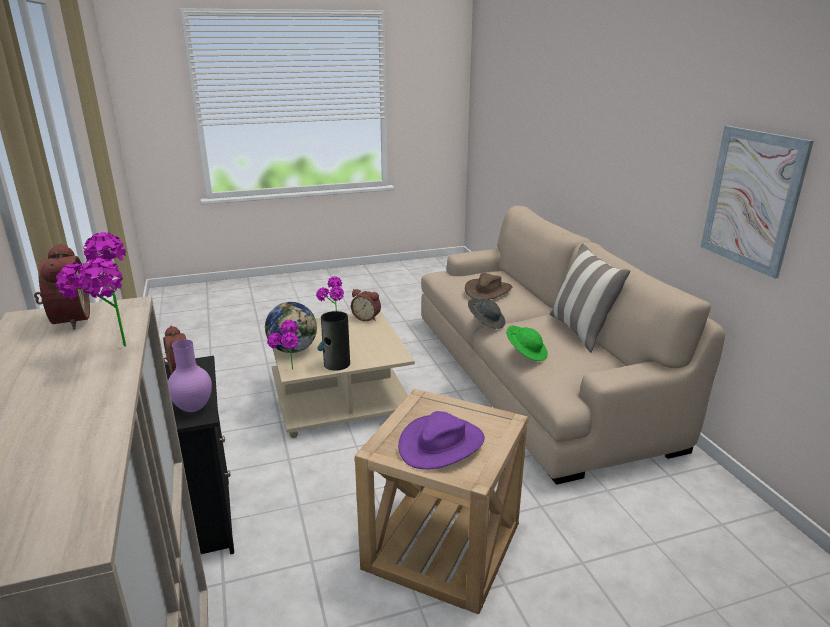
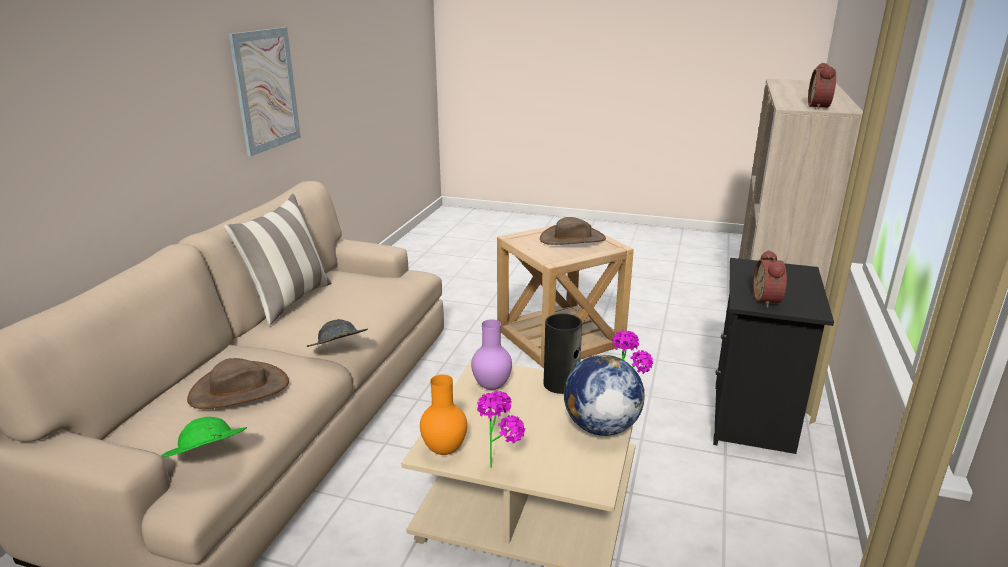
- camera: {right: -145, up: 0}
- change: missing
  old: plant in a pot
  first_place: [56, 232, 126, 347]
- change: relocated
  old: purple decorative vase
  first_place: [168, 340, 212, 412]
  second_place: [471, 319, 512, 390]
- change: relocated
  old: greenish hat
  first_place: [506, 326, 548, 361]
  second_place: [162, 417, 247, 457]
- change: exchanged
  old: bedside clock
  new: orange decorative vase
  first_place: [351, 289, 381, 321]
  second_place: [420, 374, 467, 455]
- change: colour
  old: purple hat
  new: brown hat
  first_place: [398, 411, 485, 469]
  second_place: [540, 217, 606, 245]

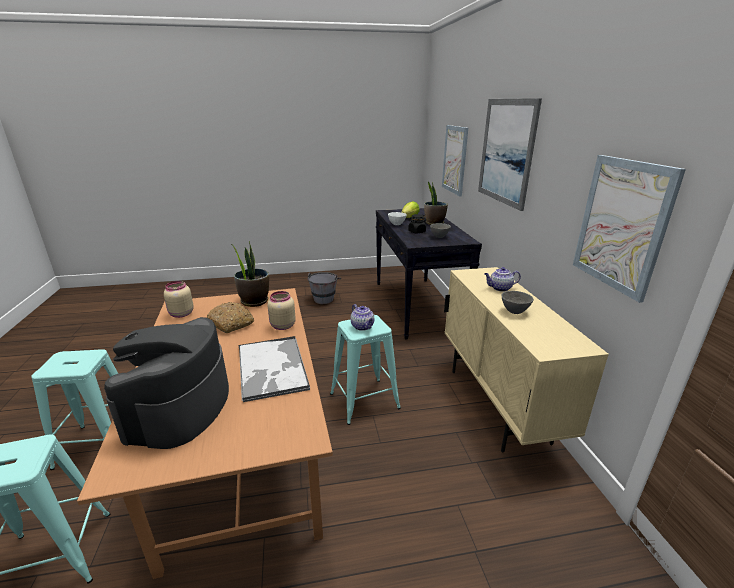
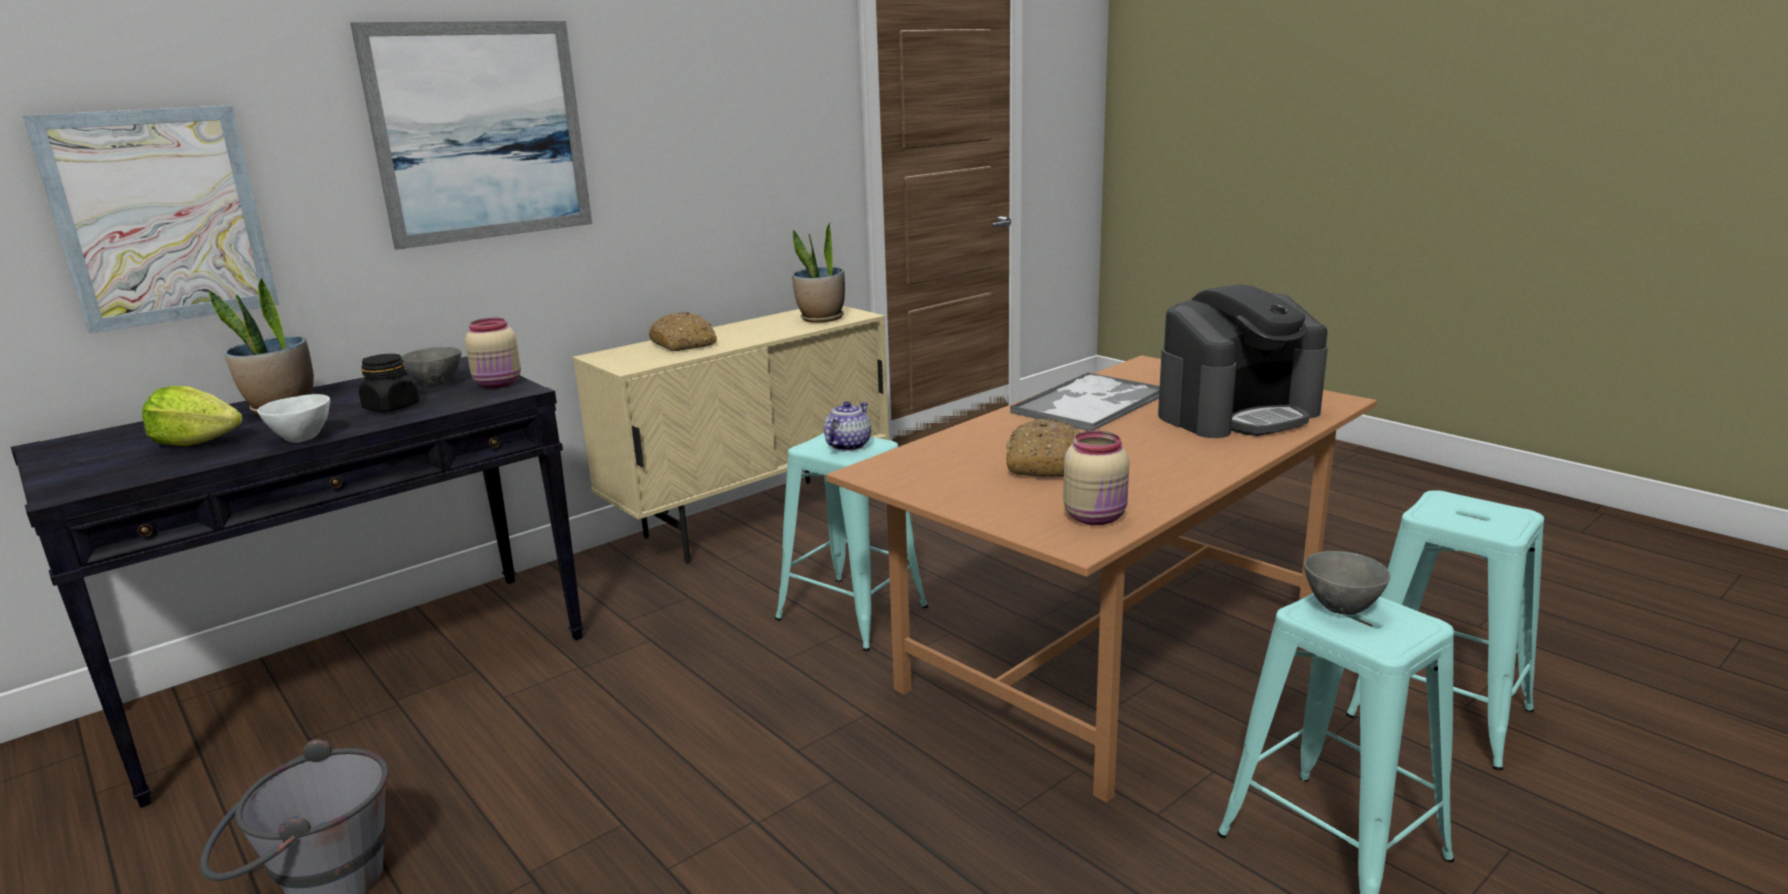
- camera: {right: -120, up: -5}
- change: missing
  old: wall art
  first_place: [573, 155, 686, 303]
- change: relocated
  old: plant in a pot
  first_place: [230, 241, 269, 307]
  second_place: [792, 223, 845, 323]
- change: relocated
  old: beige jar
  first_place: [267, 291, 296, 330]
  second_place: [465, 318, 521, 388]
- change: relocated
  old: gray serving bowl
  first_place: [502, 291, 534, 314]
  second_place: [1304, 551, 1390, 615]
- change: exchanged
  old: teapot
  new: baked bread
  first_place: [484, 267, 521, 292]
  second_place: [649, 312, 717, 351]

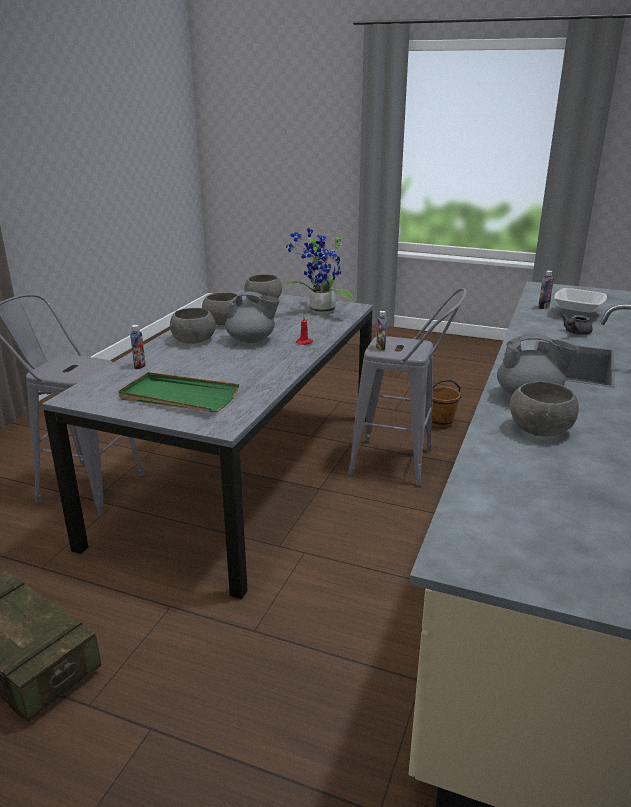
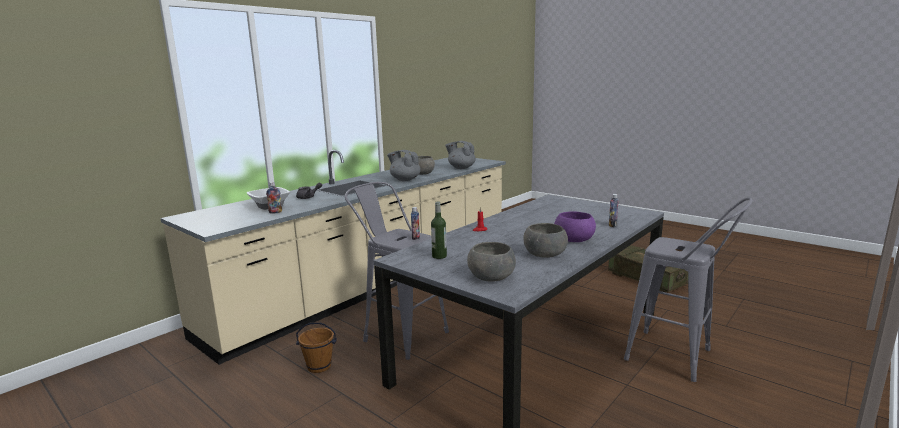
- camera: {right: -160, up: -10}
- change: missing
  old: greenish tray
  first_place: [118, 372, 239, 412]
- change: relocated
  old: gray teapot
  first_place: [225, 291, 280, 343]
  second_place: [445, 141, 476, 169]
- change: exchanged
  old: plant in a pot
  new: beverage bottle
  first_place: [284, 228, 353, 314]
  second_place: [431, 201, 447, 259]
- change: colour
  old: gray serving bowl
  new: purple serving bowl
  first_place: [170, 308, 216, 344]
  second_place: [554, 211, 596, 242]

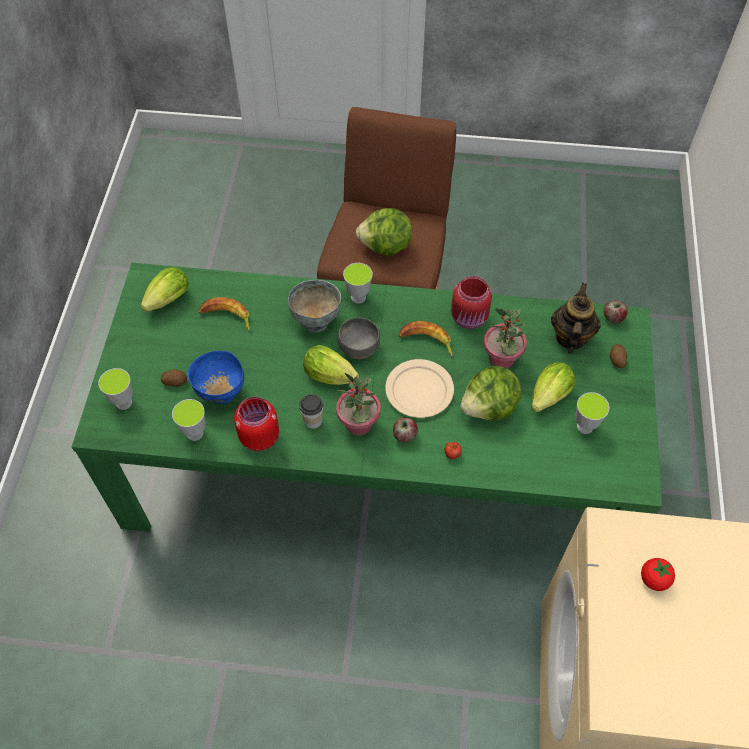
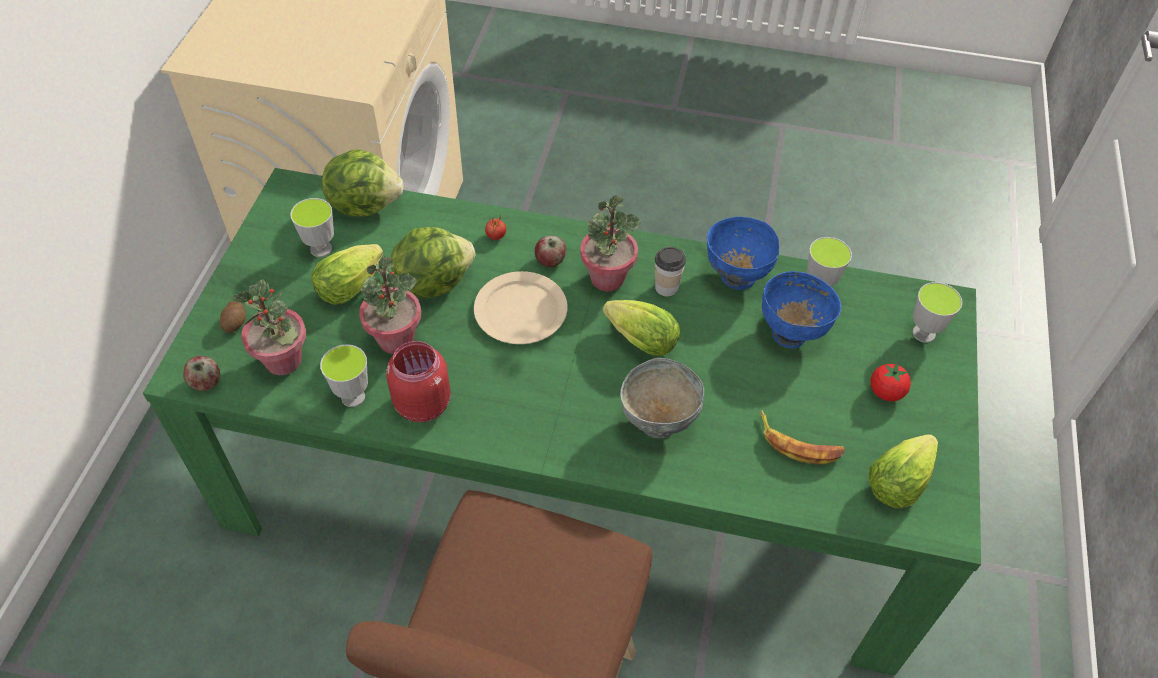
- camera: {right: -175, up: -5}
- change: missing
  old: potato
  first_place: [161, 369, 187, 387]
- change: missing
  old: gray serving bowl
  first_place: [338, 318, 380, 360]
- change: missing
  old: whole banana
  first_place: [399, 321, 453, 356]
- change: relocated
  old: drinking cup
  first_place: [343, 263, 373, 304]
  second_place: [320, 344, 368, 407]
- change: relocated
  old: lettuce head
  first_place: [356, 208, 412, 256]
  second_place: [322, 149, 404, 217]
- change: relocated
  old: whole tomato
  first_place: [641, 558, 675, 591]
  second_place: [870, 363, 911, 401]
- change: exchanged
  old: red jar
  new: bluish serving bowl
  first_place: [234, 397, 279, 451]
  second_place: [707, 216, 780, 290]
- change: exchanged
  old: teapot
  new: plant in a pot
  first_place: [551, 283, 601, 354]
  second_place: [233, 279, 306, 375]

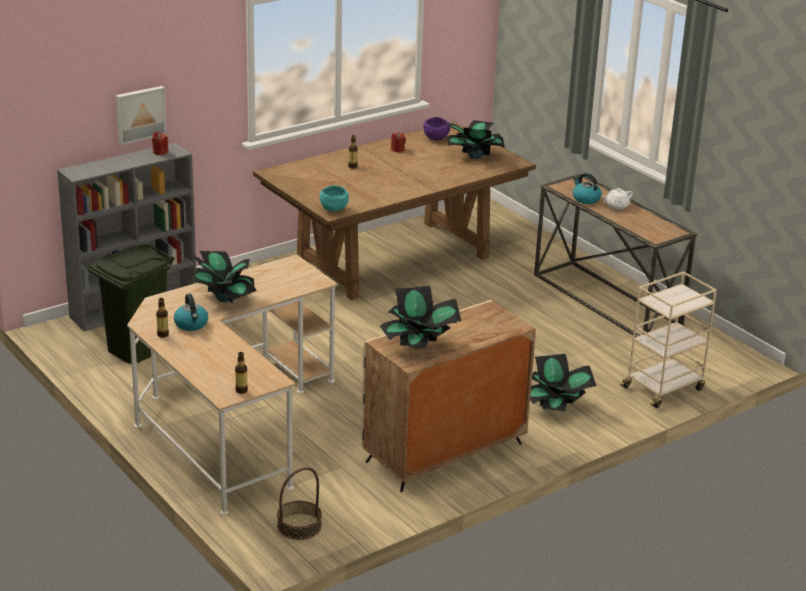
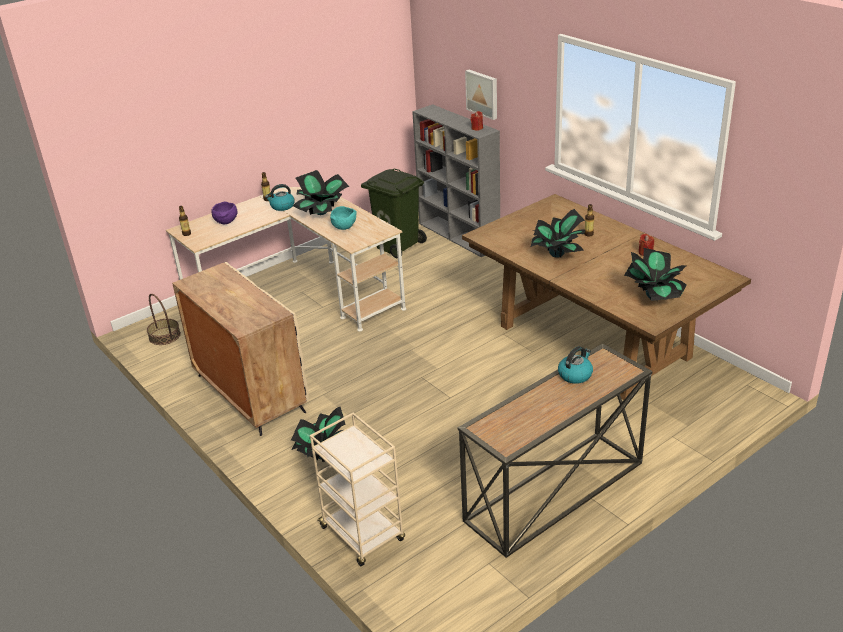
- camera: {right: 90, up: 5}
- change: missing
  old: white-coloured teapot
  first_place: [602, 188, 633, 209]
- change: relocated
  old: turquoise-coloured serving bowl
  first_place: [320, 185, 349, 212]
  second_place: [330, 206, 357, 230]
- change: relocated
  old: plant in a pot
  first_place: [380, 286, 461, 349]
  second_place: [530, 209, 585, 258]
- change: relocated
  old: purple serving bowl
  first_place: [423, 117, 451, 140]
  second_place: [211, 202, 238, 224]

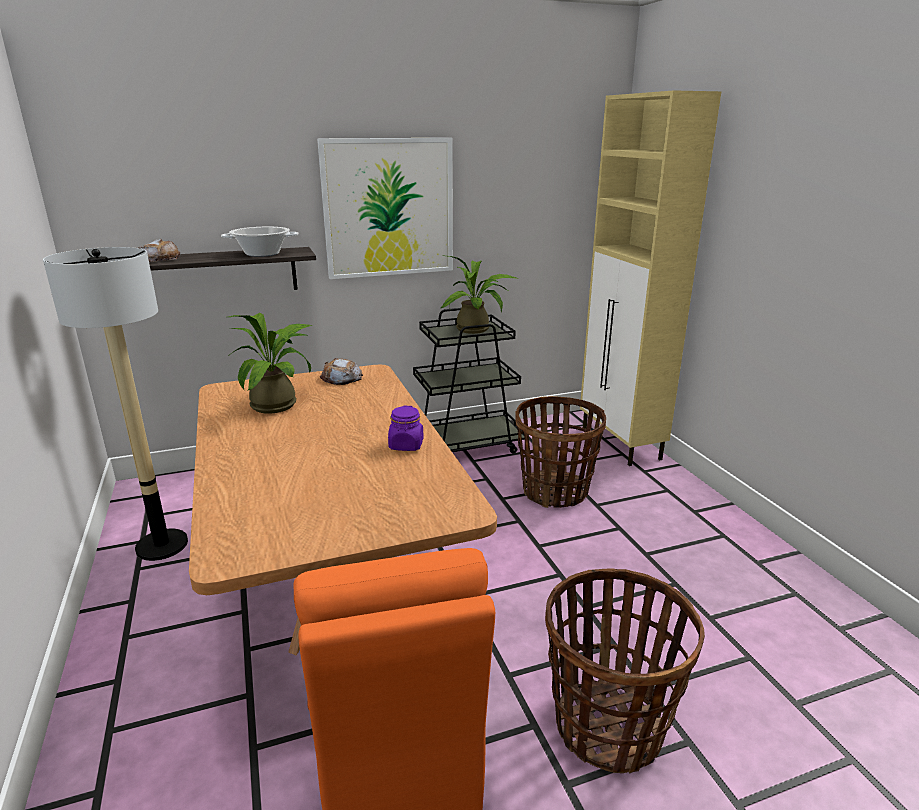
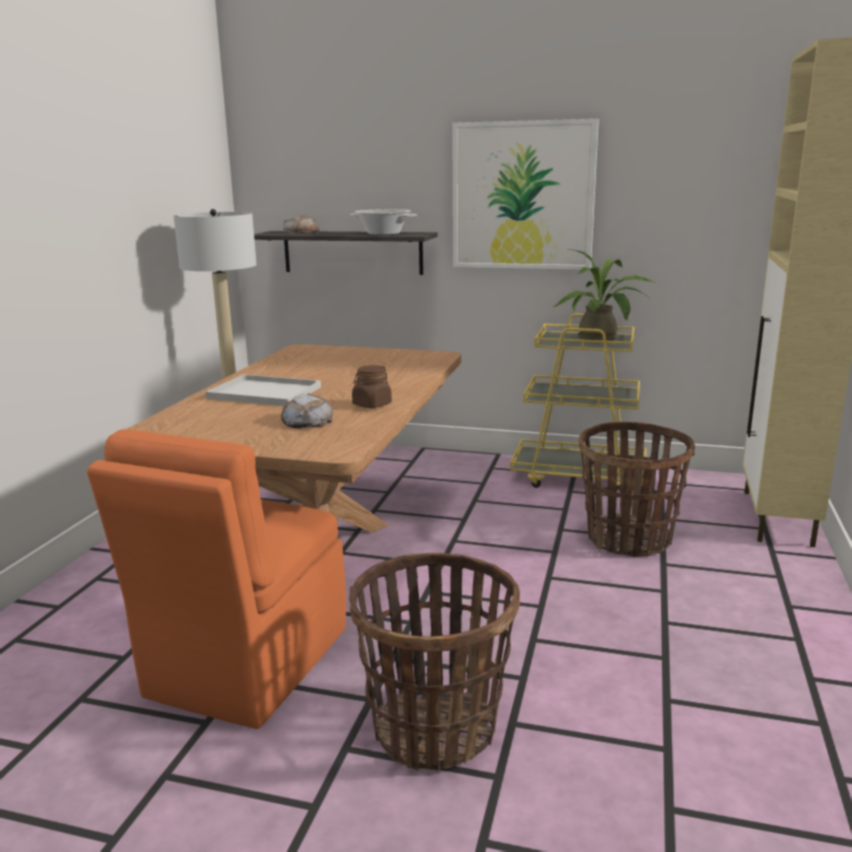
- camera: {right: 35, up: -5}
- change: missing
  old: plant in a pot
  first_place: [228, 313, 313, 414]
- change: appeared
  new: white-coloured tray
  second_place: [205, 374, 321, 406]
- change: relocated
  old: baked bread
  first_place: [320, 358, 363, 385]
  second_place: [281, 393, 333, 429]
- change: colour
  old: purple jar
  new: brown jar
  first_place: [388, 406, 424, 451]
  second_place: [352, 365, 392, 408]
- change: colour
  old: black wheeled cart
  new: yellow-coloured wheeled cart
  first_place: [413, 308, 525, 454]
  second_place: [510, 314, 647, 488]

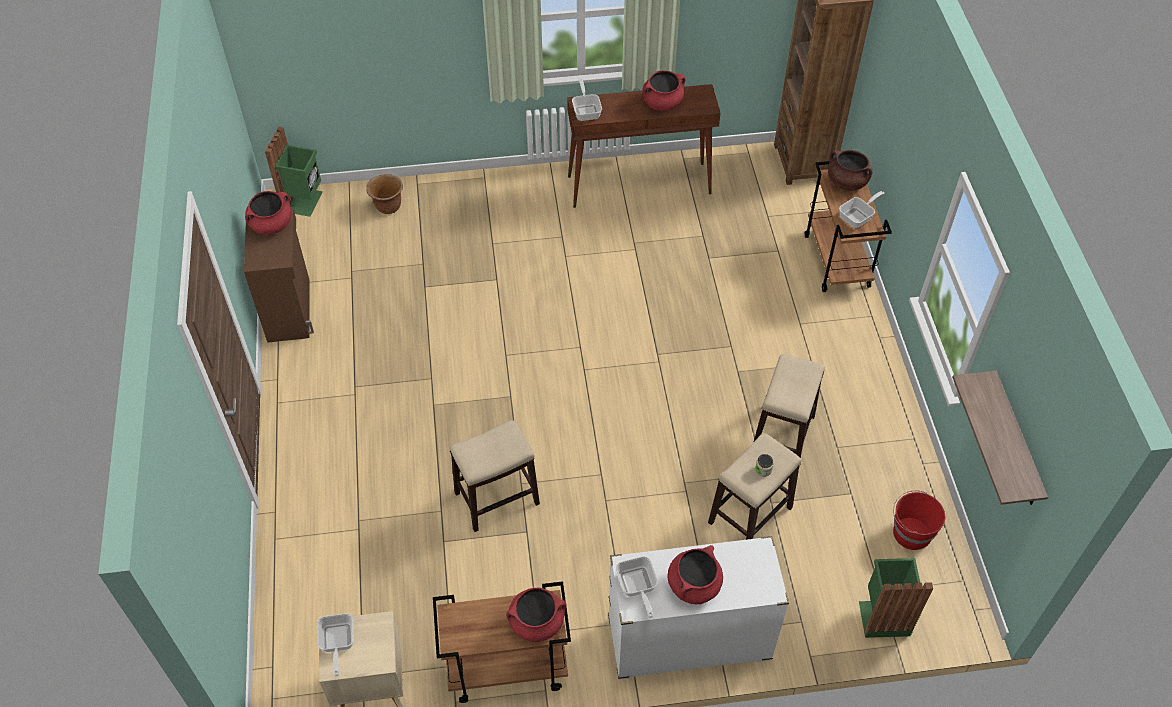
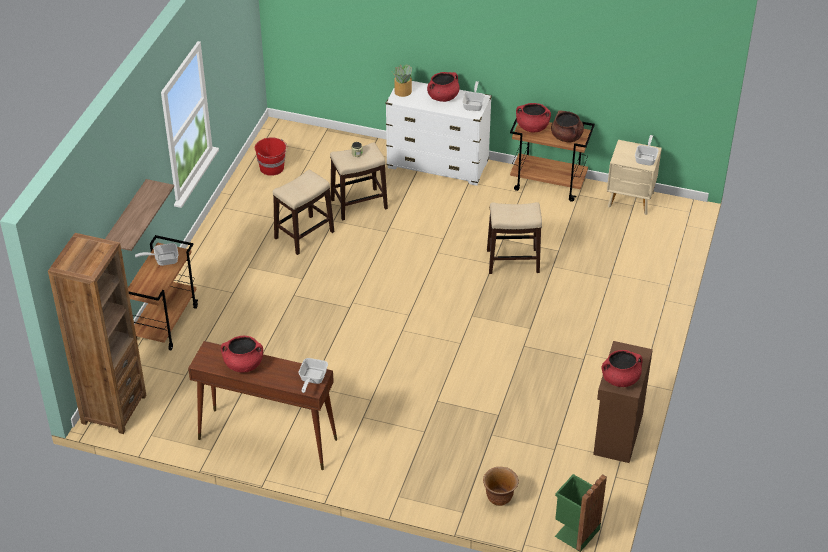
- camera: {right: -155, up: -10}
- change: missing
  old: greenish trash can
  first_place: [859, 558, 933, 638]
- change: appeared
  new: plant in a pot
  second_place: [392, 64, 412, 97]
- change: relocated
  old: brown cooking pot
  first_place: [828, 150, 873, 191]
  second_place: [551, 110, 584, 143]
- change: relocated
  old: bracket shelf
  first_place: [952, 371, 1048, 505]
  second_place: [105, 179, 174, 251]

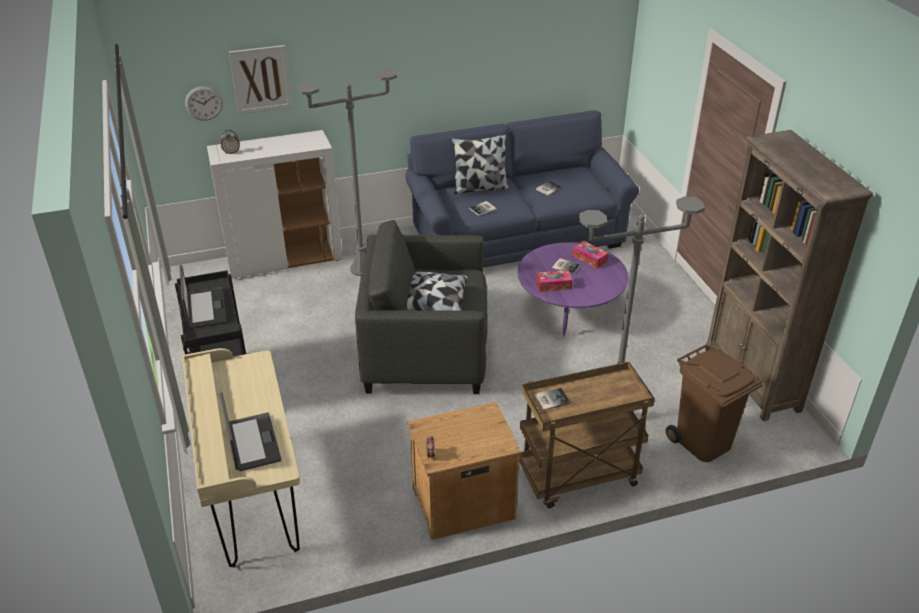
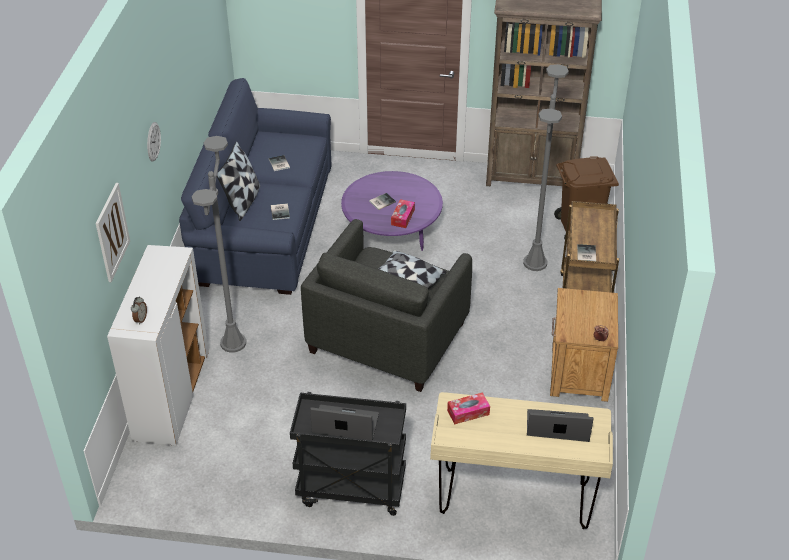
- camera: {right: -65, up: 5}
- change: relocated
  old: wall clock
  first_place: [185, 86, 223, 121]
  second_place: [147, 122, 161, 161]
- change: relocated
  old: box of tissues
  first_place: [573, 241, 608, 268]
  second_place: [447, 392, 490, 425]

